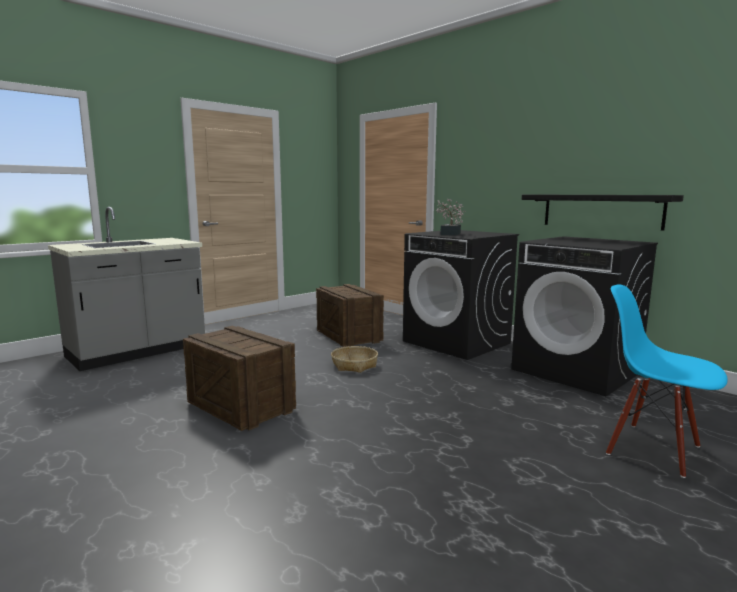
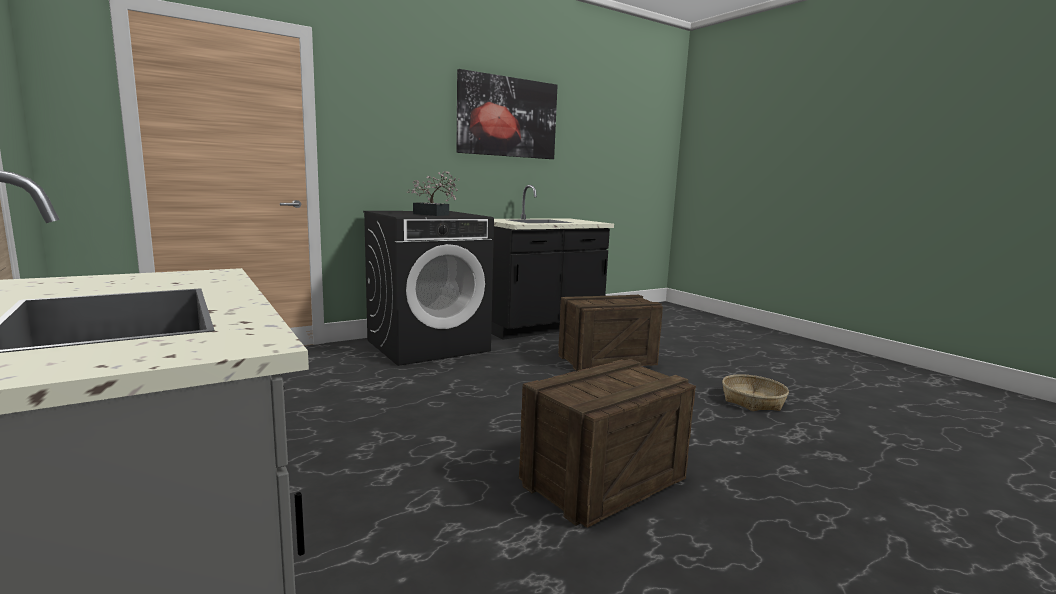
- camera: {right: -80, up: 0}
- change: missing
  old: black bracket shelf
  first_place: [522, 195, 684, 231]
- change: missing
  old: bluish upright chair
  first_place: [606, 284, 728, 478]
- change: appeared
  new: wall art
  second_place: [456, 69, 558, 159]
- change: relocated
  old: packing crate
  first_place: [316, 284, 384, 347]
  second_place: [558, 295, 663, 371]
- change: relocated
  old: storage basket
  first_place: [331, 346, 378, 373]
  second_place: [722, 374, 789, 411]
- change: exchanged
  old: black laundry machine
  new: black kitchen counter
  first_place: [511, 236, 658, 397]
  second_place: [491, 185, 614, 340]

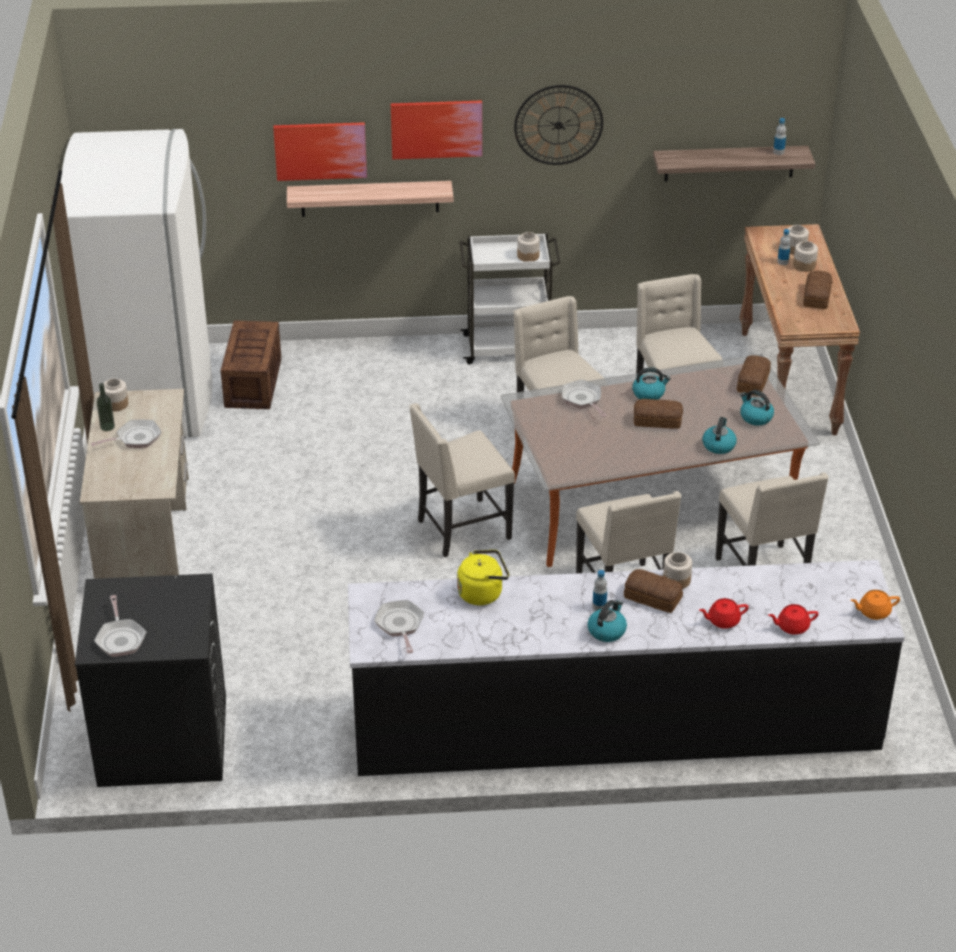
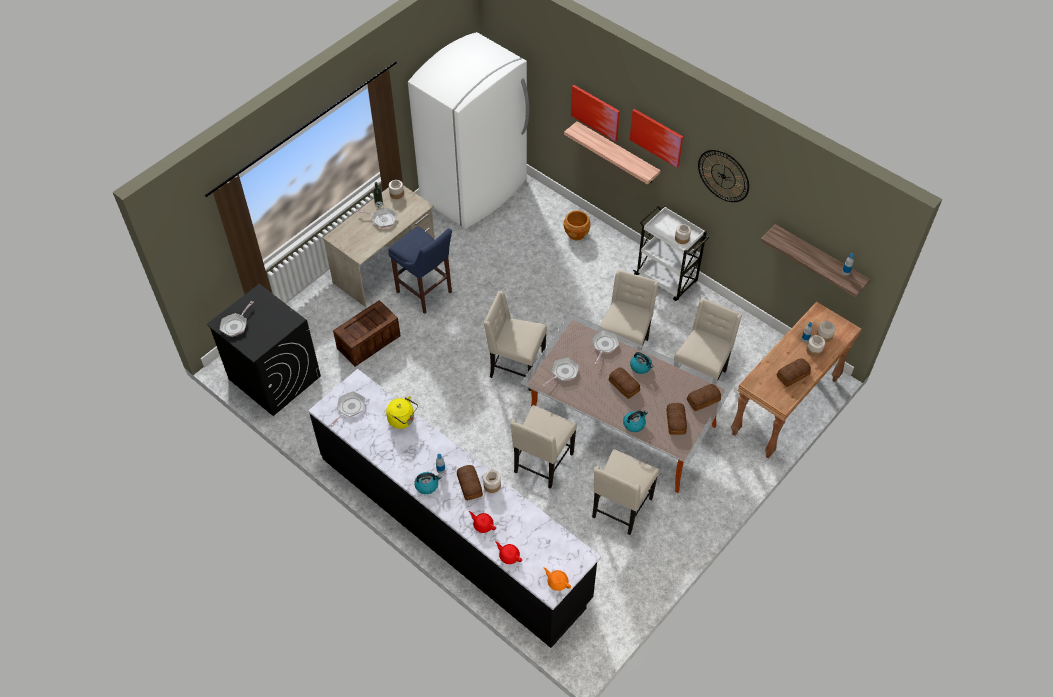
- camera: {right: 45, up: 15}
- change: appeared
  new: bluish stool
  second_place: [388, 226, 452, 314]
- change: appeared
  new: skillet
  second_place: [542, 357, 579, 387]
- change: appeared
  new: brown planter
  second_place: [563, 210, 590, 240]
- change: relocated
  old: packing crate
  first_place: [221, 320, 281, 409]
  second_place: [333, 300, 401, 367]
- change: exchanged
  old: water kettle
  new: baked bread
  first_place: [740, 390, 774, 426]
  second_place: [666, 403, 687, 435]

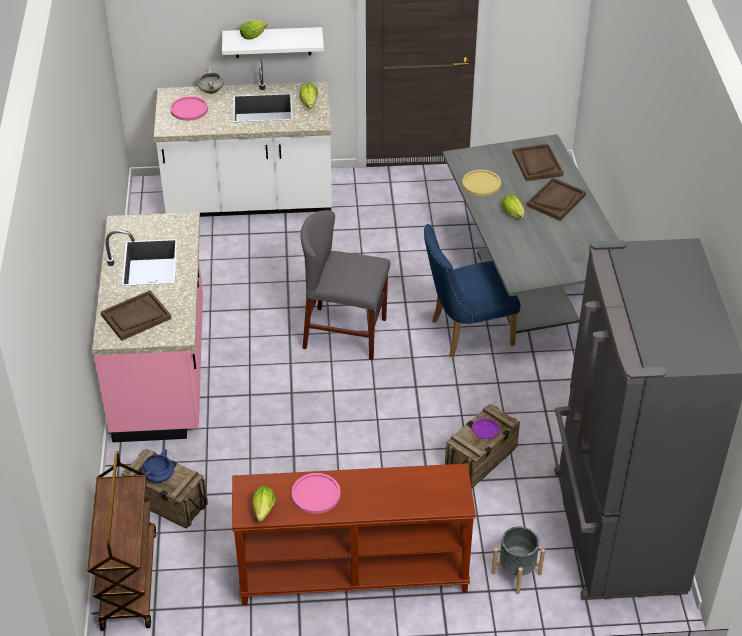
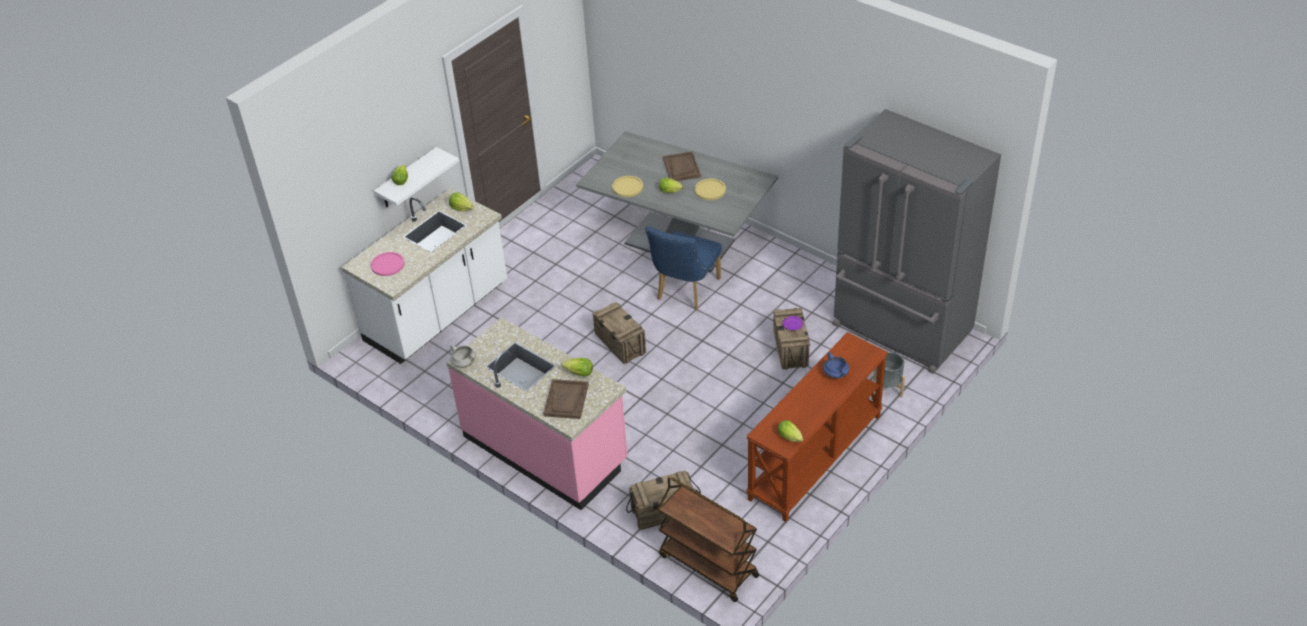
- camera: {right: -45, up: 0}
- change: missing
  old: pinkish plate
  first_place: [291, 473, 341, 514]
- change: missing
  old: brown tray
  first_place: [512, 144, 563, 181]
- change: appeared
  new: lettuce head
  second_place: [562, 358, 593, 377]
- change: appeared
  new: yellow-coloured plate
  second_place: [695, 179, 726, 200]
- change: relocated
  old: bluish cooking pot
  first_place: [142, 449, 174, 483]
  second_place: [823, 352, 849, 379]
- change: relocated
  old: white-coloured cooking pot
  first_place: [198, 67, 224, 94]
  second_place: [450, 345, 476, 368]
- change: exchanged
  old: gray upright chair
  new: packing crate
  first_place: [300, 210, 390, 360]
  second_place: [593, 302, 646, 364]

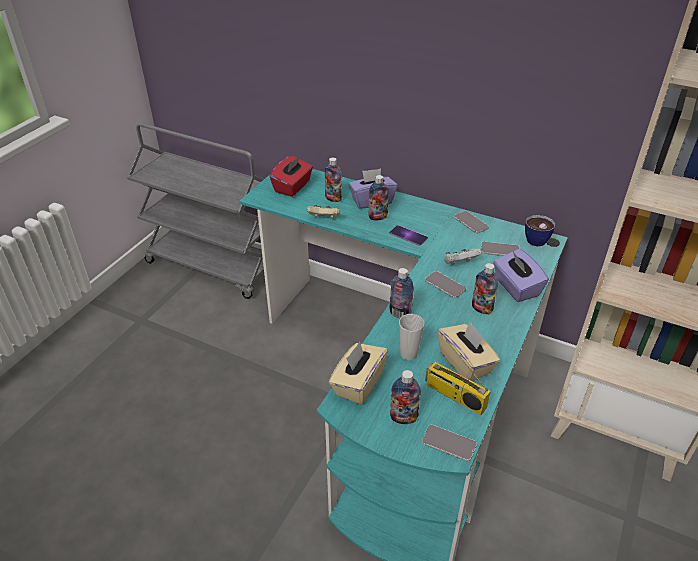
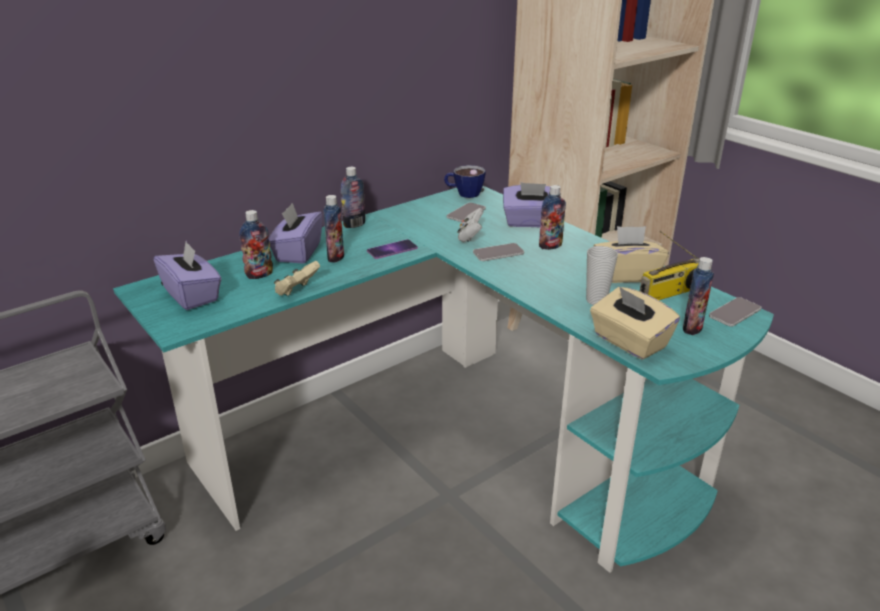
- camera: {right: -65, up: -10}
- change: missing
  old: phone
  first_place: [454, 211, 489, 233]
- change: relocated
  old: beverage bottle
  first_place: [389, 268, 414, 318]
  second_place: [341, 167, 365, 228]
- change: colour
  old: red box of tissues
  new: purple box of tissues
  first_place: [270, 155, 313, 197]
  second_place: [154, 241, 222, 310]

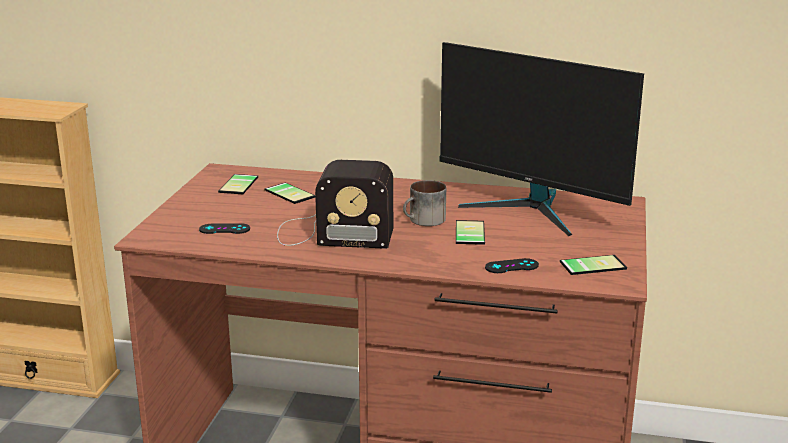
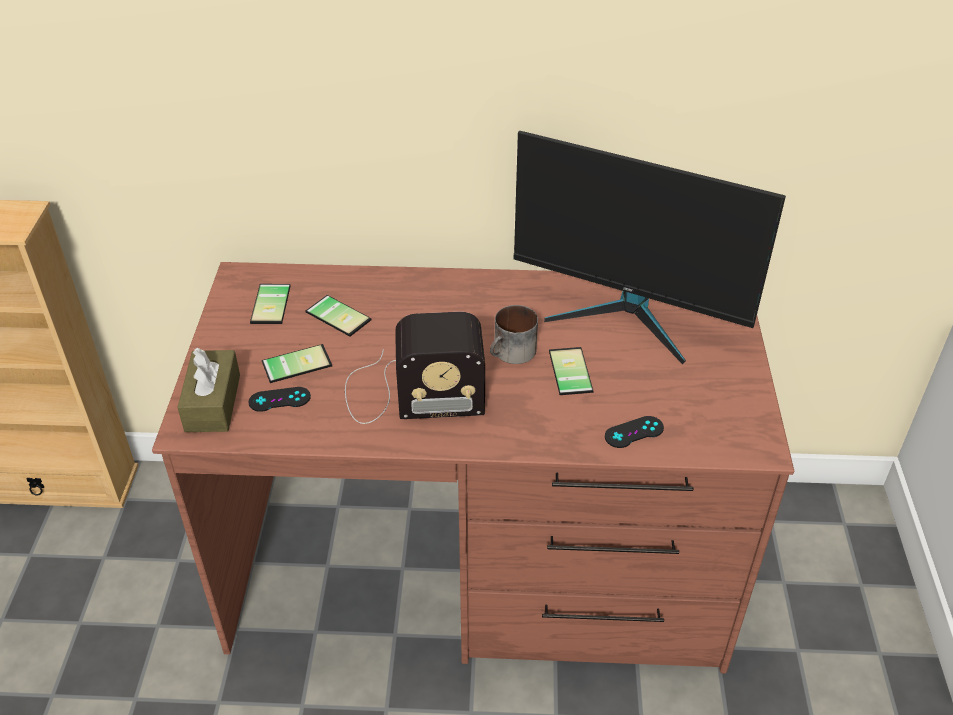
- camera: {right: -10, up: 20}
- change: appeared
  new: brown box of tissues
  second_place: [177, 348, 240, 432]
- change: relocated
  old: phone
  first_place: [560, 255, 627, 275]
  second_place: [262, 344, 332, 383]

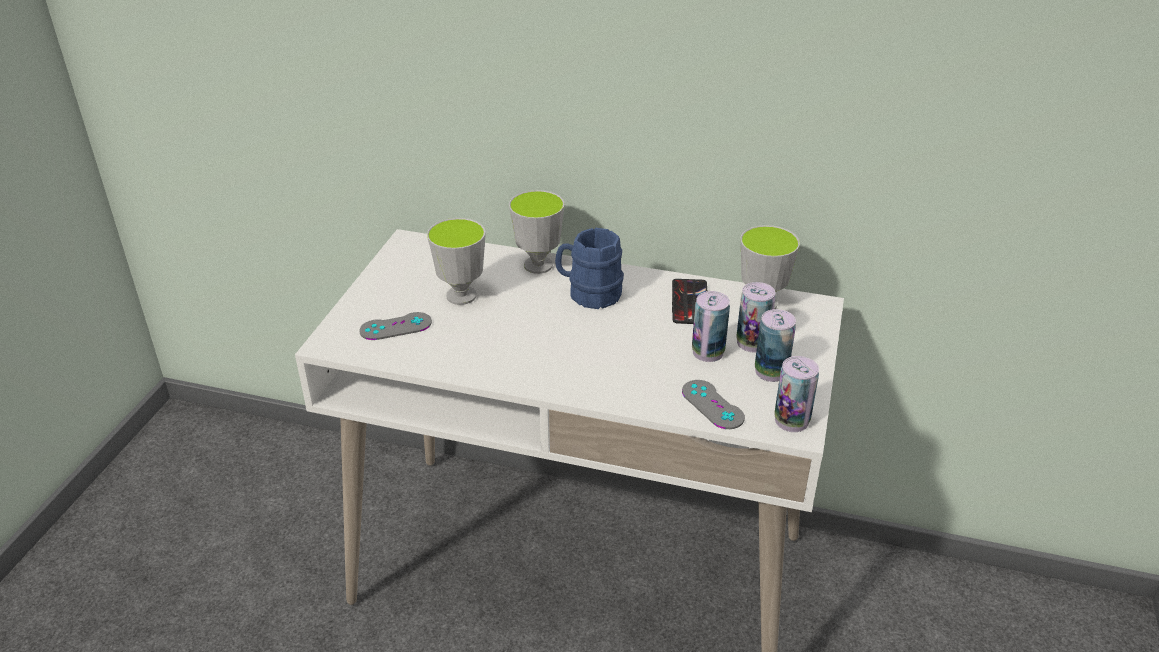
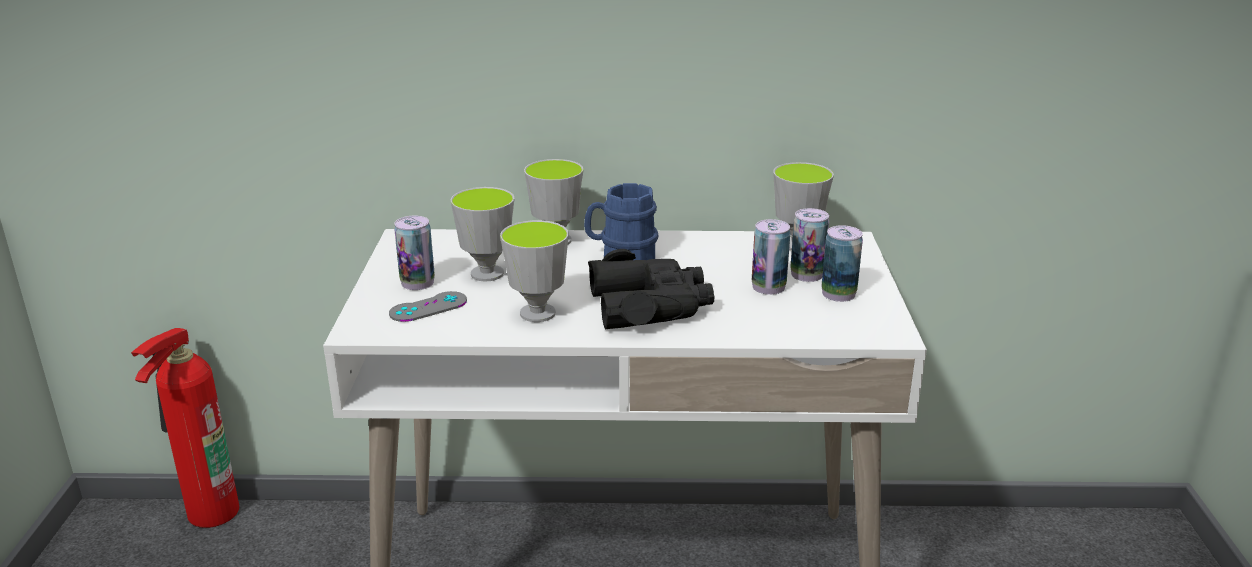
- camera: {right: -15, up: -10}
- change: missing
  old: phone
  first_place: [672, 279, 707, 324]
- change: missing
  old: gray joypad
  first_place: [682, 380, 745, 429]
- change: appeared
  new: extinguisher
  second_place: [131, 328, 239, 528]
- change: appeared
  new: drinking cup
  second_place: [500, 220, 569, 322]
- change: appeared
  new: black field glasses
  second_place: [588, 249, 714, 329]
- change: relocated
  old: sealed can
  first_place: [774, 356, 819, 432]
  second_place: [394, 216, 435, 290]

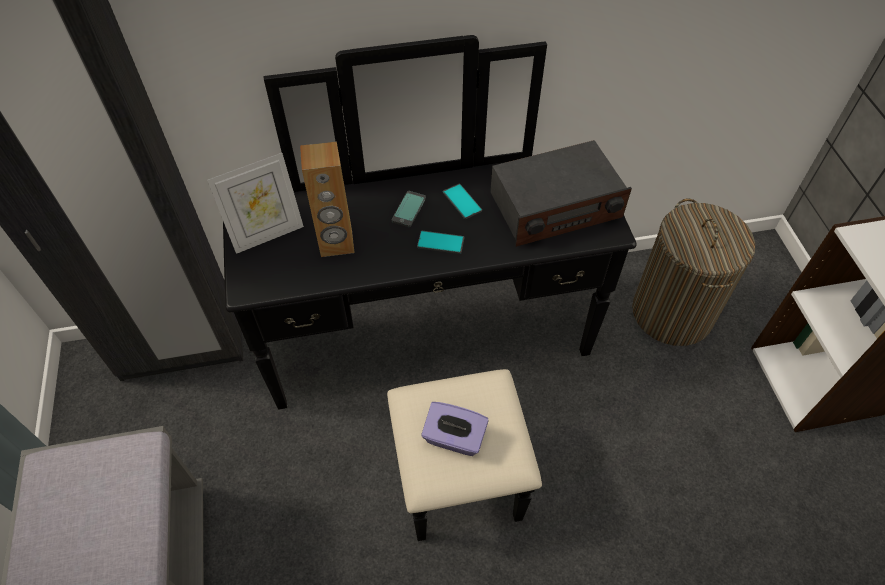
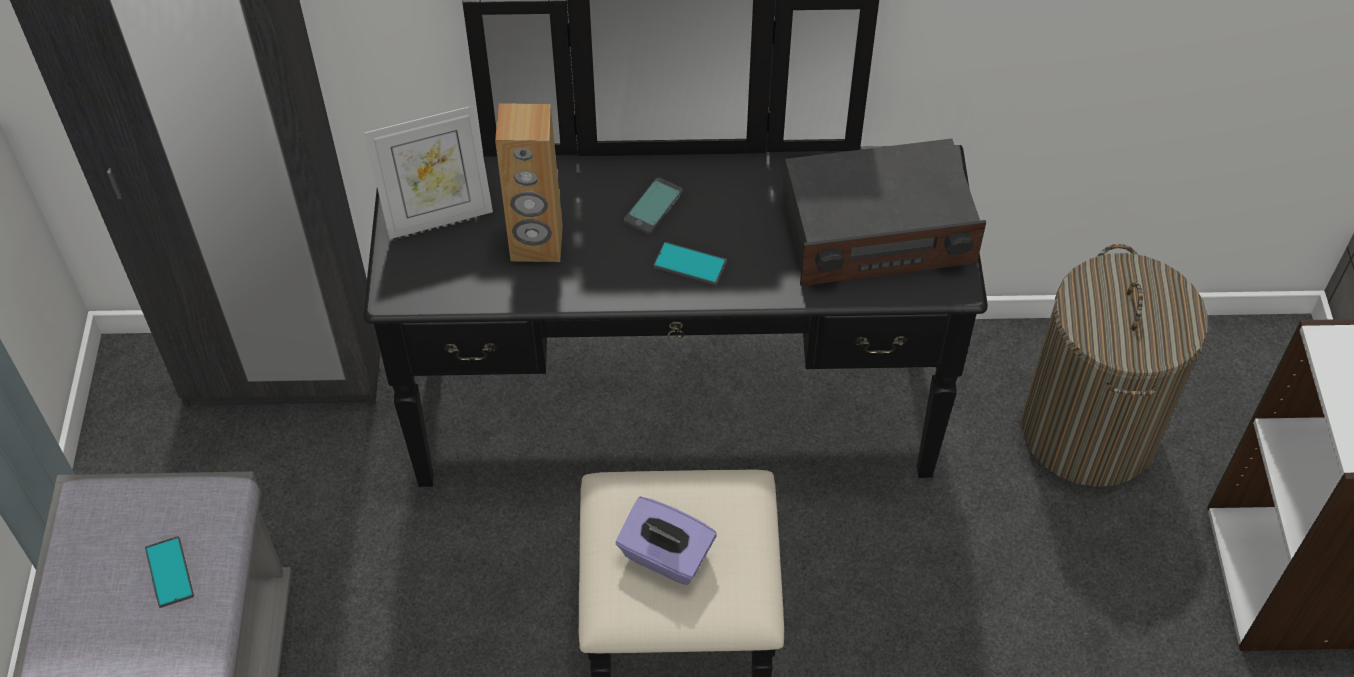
- camera: {right: 10, up: 0}
- change: relocated
  old: phone
  first_place: [443, 183, 482, 219]
  second_place: [145, 536, 194, 608]

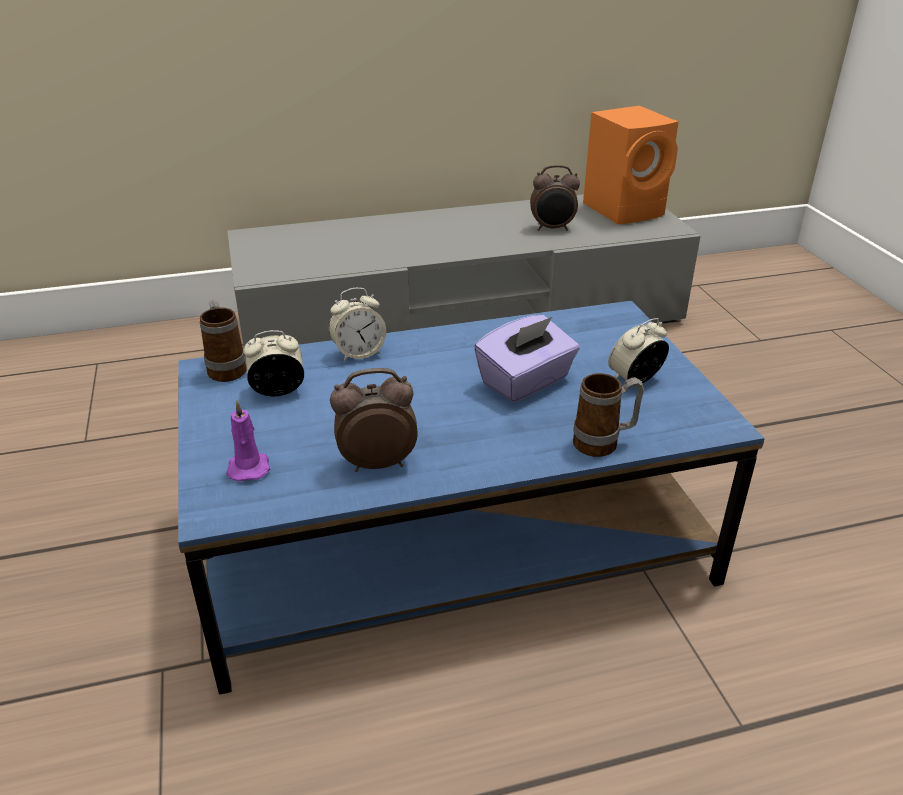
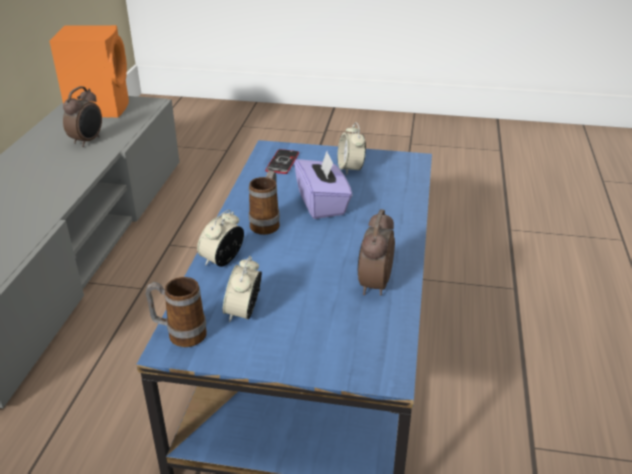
- camera: {right: -65, up: 0}
- change: missing
  old: purple wax light
  first_place: [226, 400, 270, 482]
- change: appeared
  new: phone
  second_place: [265, 149, 299, 174]
- change: relocated
  old: coffee mug
  first_place: [573, 373, 644, 457]
  second_place: [249, 171, 280, 235]
- change: spun
  old: bedside clock
  first_place: [329, 288, 386, 361]
  second_place: [197, 210, 244, 267]
  degrees: -150

